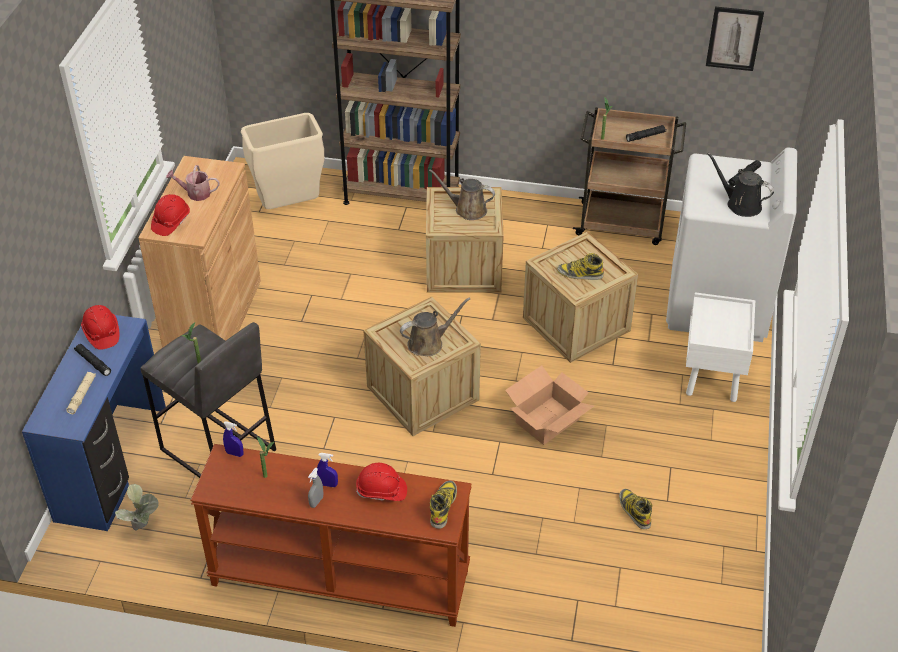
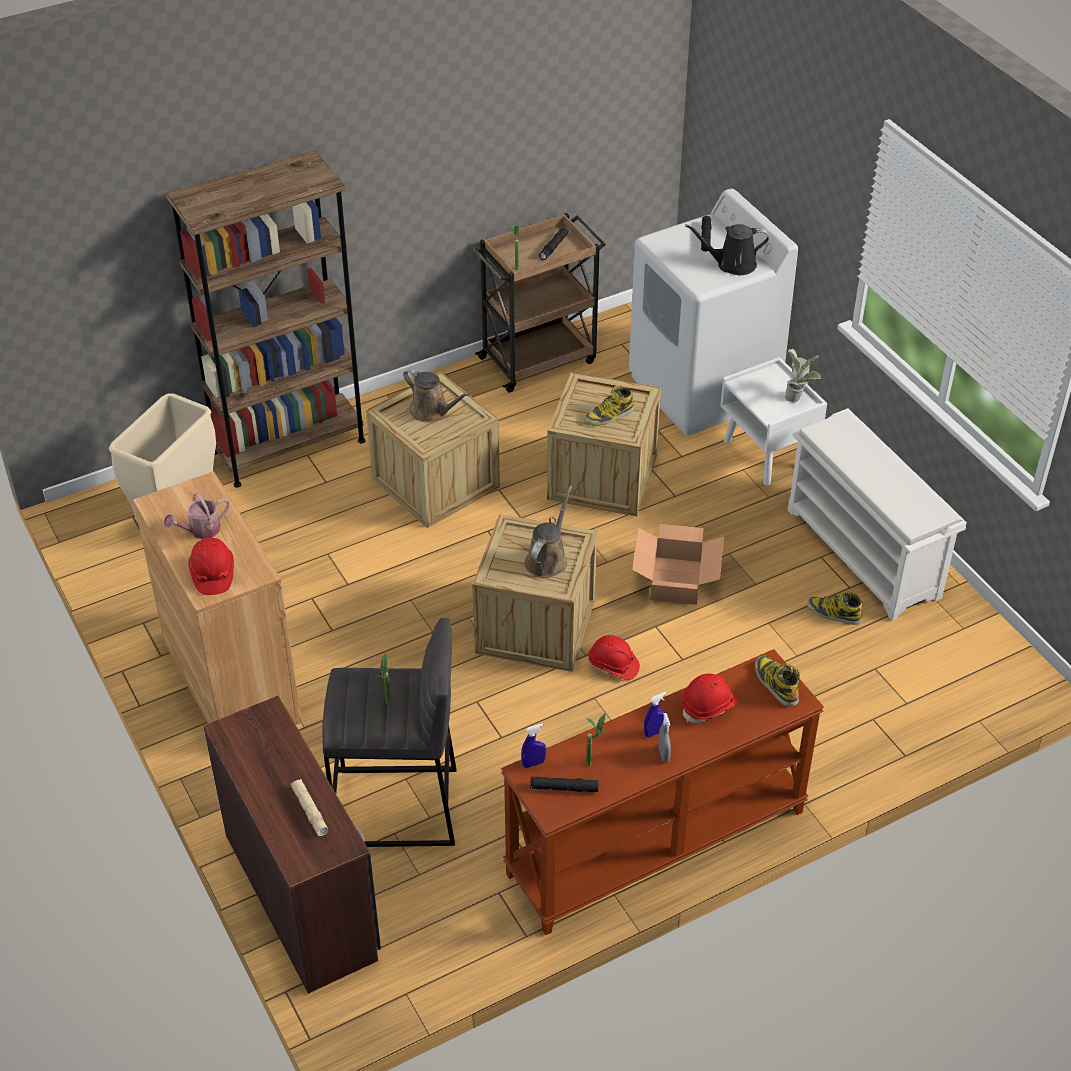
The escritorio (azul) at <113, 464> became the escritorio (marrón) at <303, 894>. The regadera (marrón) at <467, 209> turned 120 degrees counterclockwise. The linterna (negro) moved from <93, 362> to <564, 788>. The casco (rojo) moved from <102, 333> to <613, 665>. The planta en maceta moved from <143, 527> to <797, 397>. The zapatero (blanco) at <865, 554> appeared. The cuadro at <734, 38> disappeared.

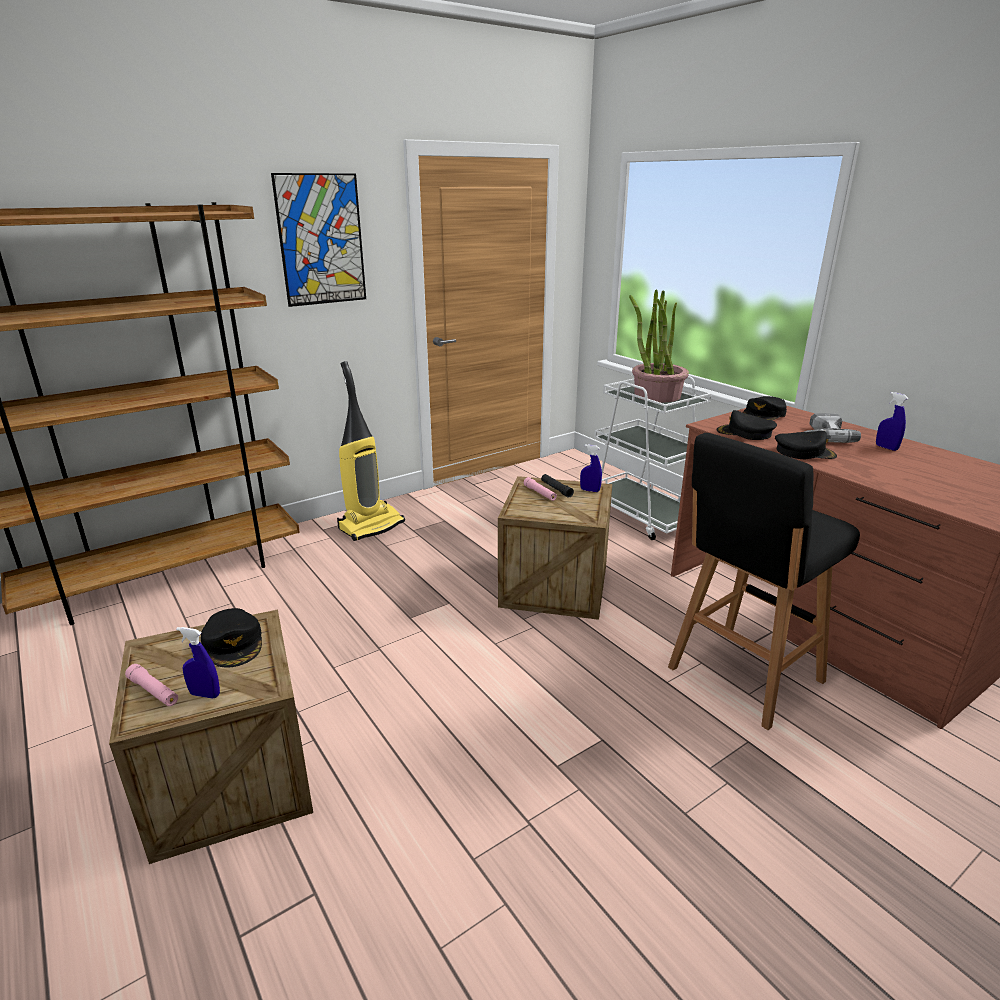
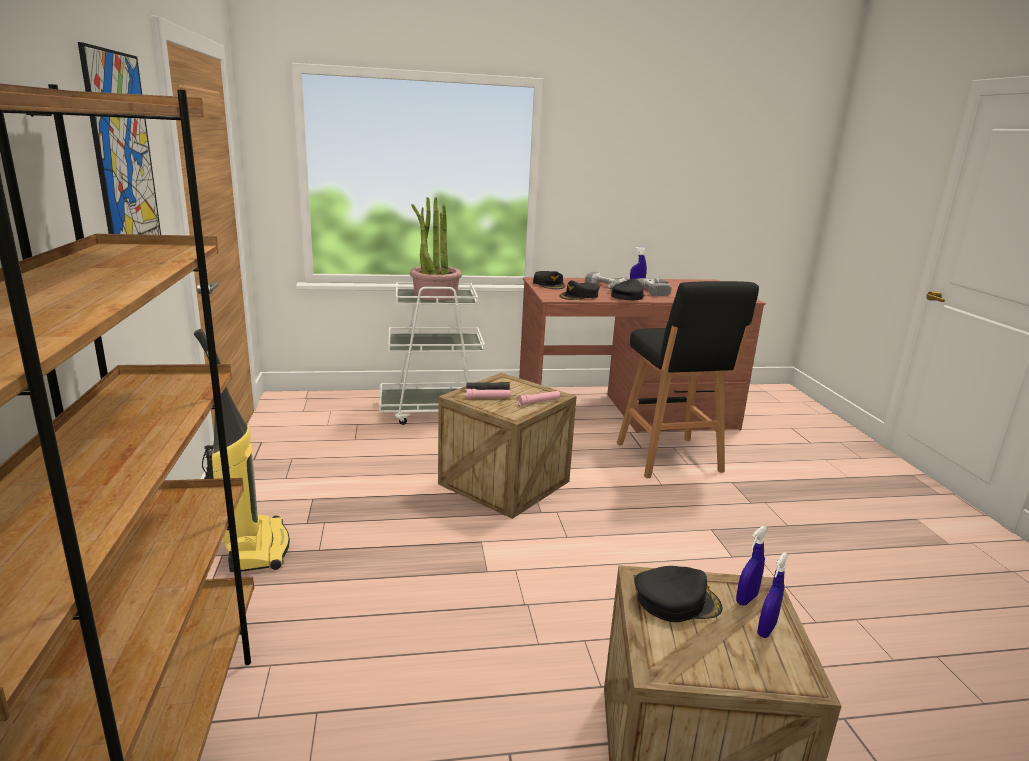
The linterna (rosa) moved from <153, 691> to <539, 402>. The taladro at <657, 291> appeared. The pulverizador (azul) moved from <590, 490> to <746, 599>.

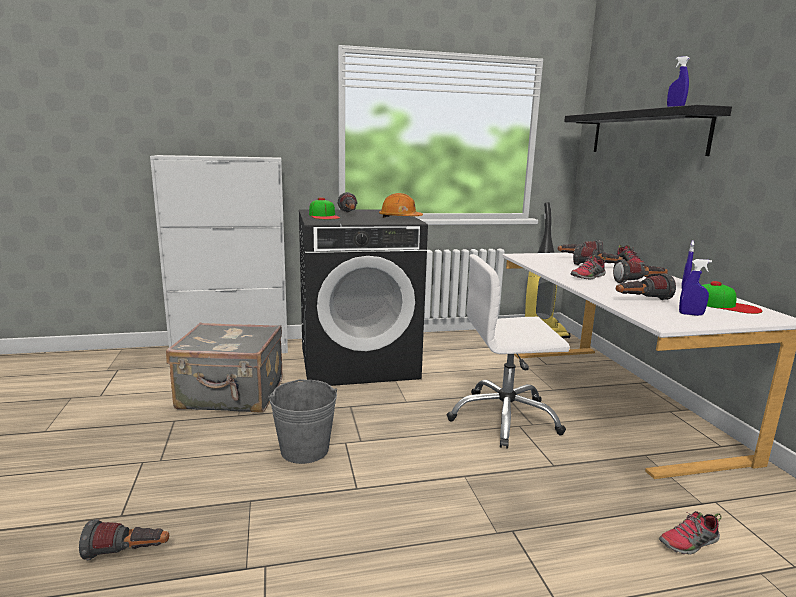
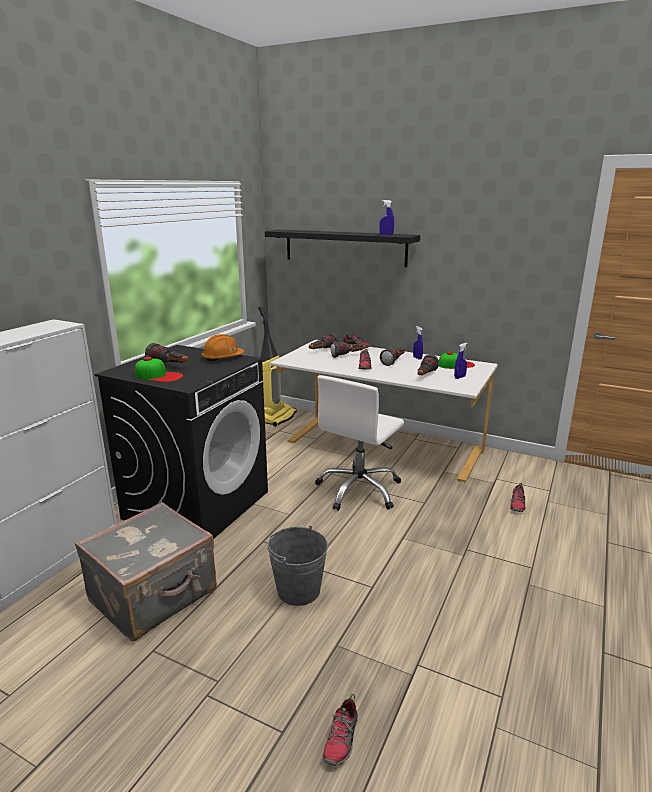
The linterna at <128, 553> was replaced by the zapato at <341, 739>.

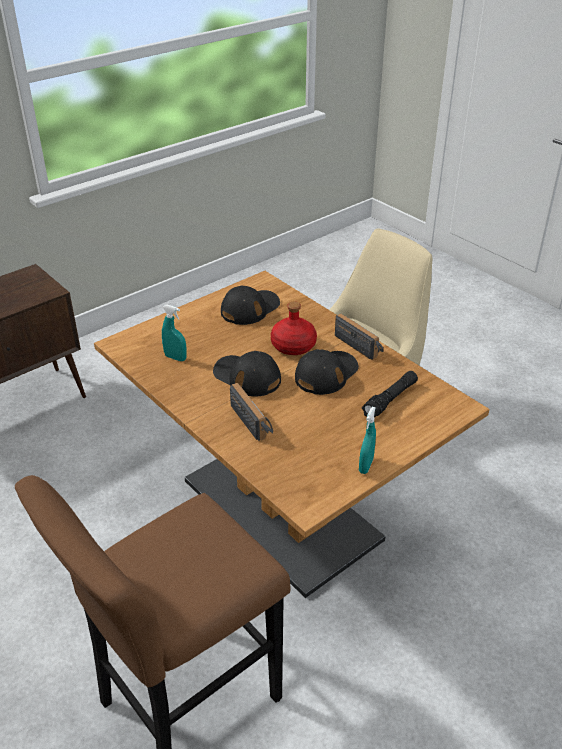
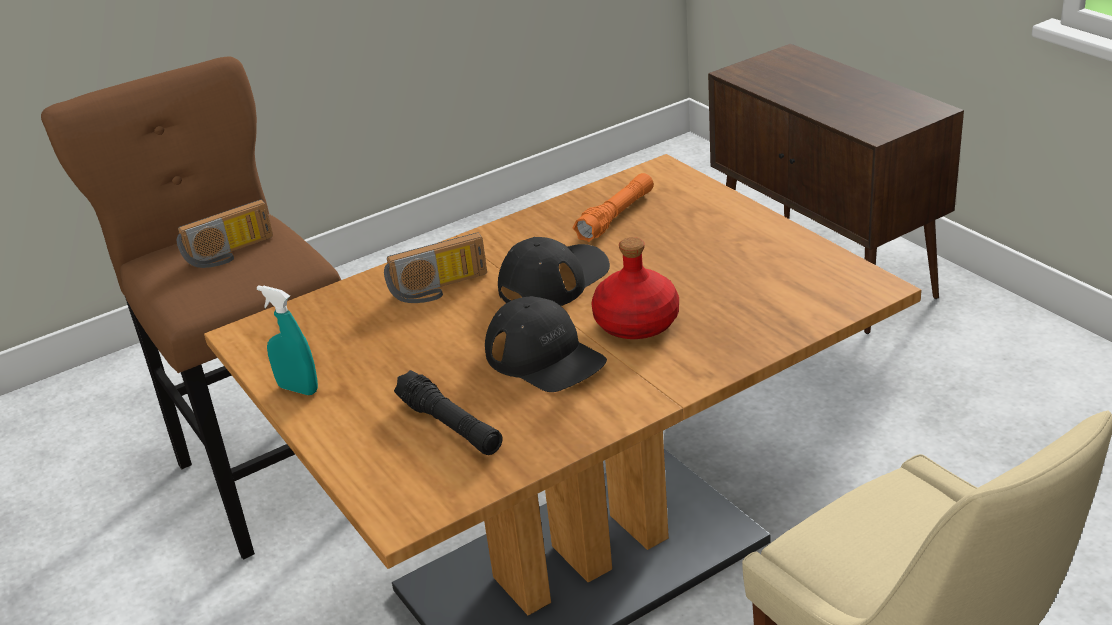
The radio moved from <360, 345> to <230, 254>. The pulverizador (turquesa) at <175, 358> was replaced by the linterna (naranja) at <616, 217>. The gorra (negro) at <250, 308> disappeared.

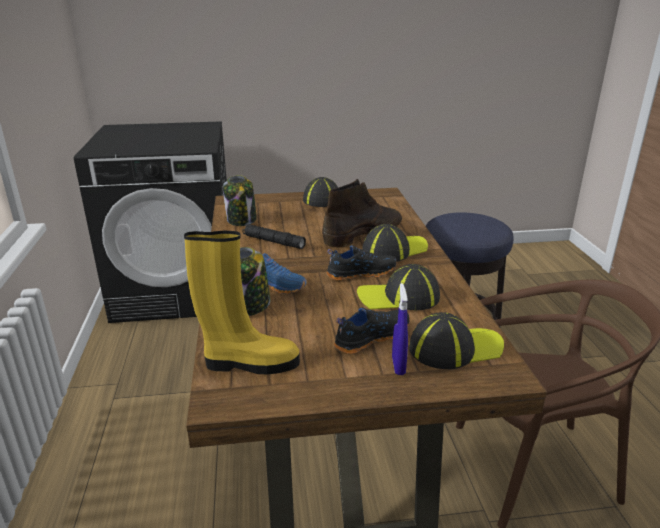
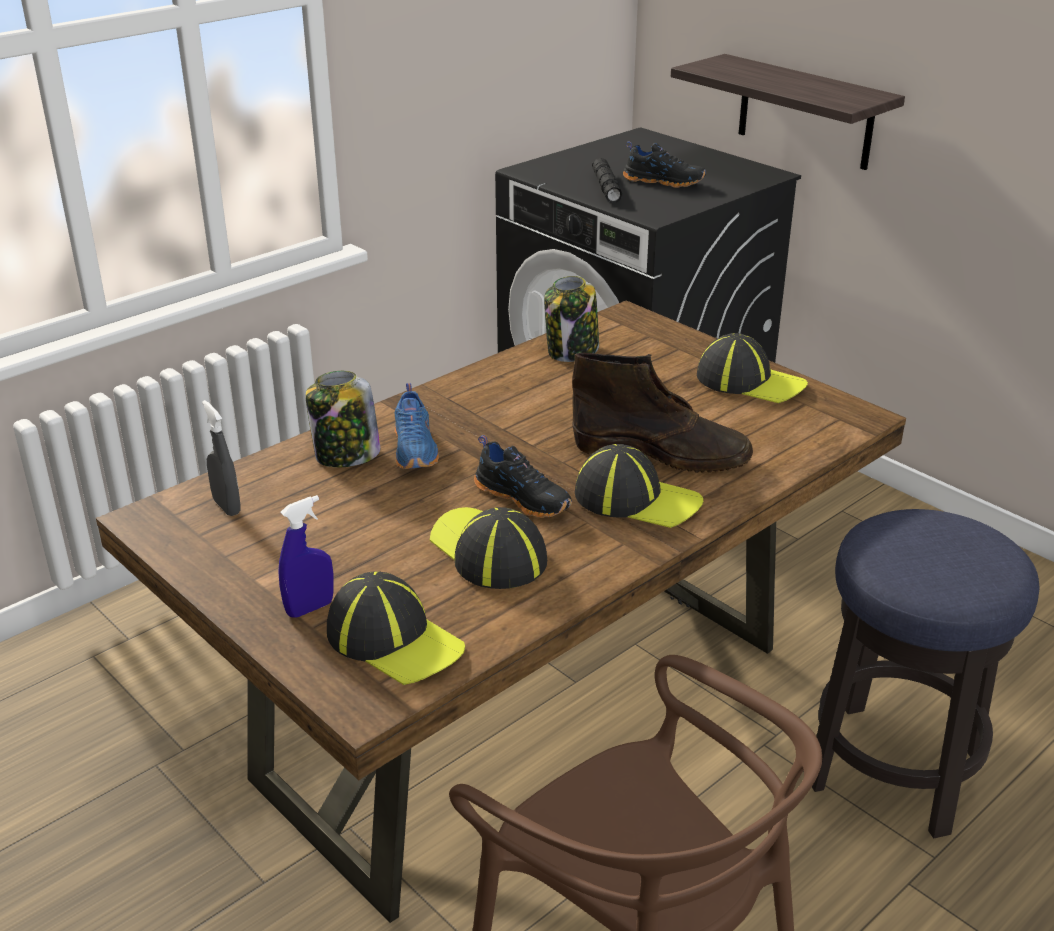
The bota (amarillo) at <249, 363> was replaced by the pulverizador (gris) at <226, 506>. The linterna (negro) moved from <273, 242> to <606, 187>. The zapato (negro) moved from <370, 337> to <664, 181>. The estante at <805, 112> appeared.

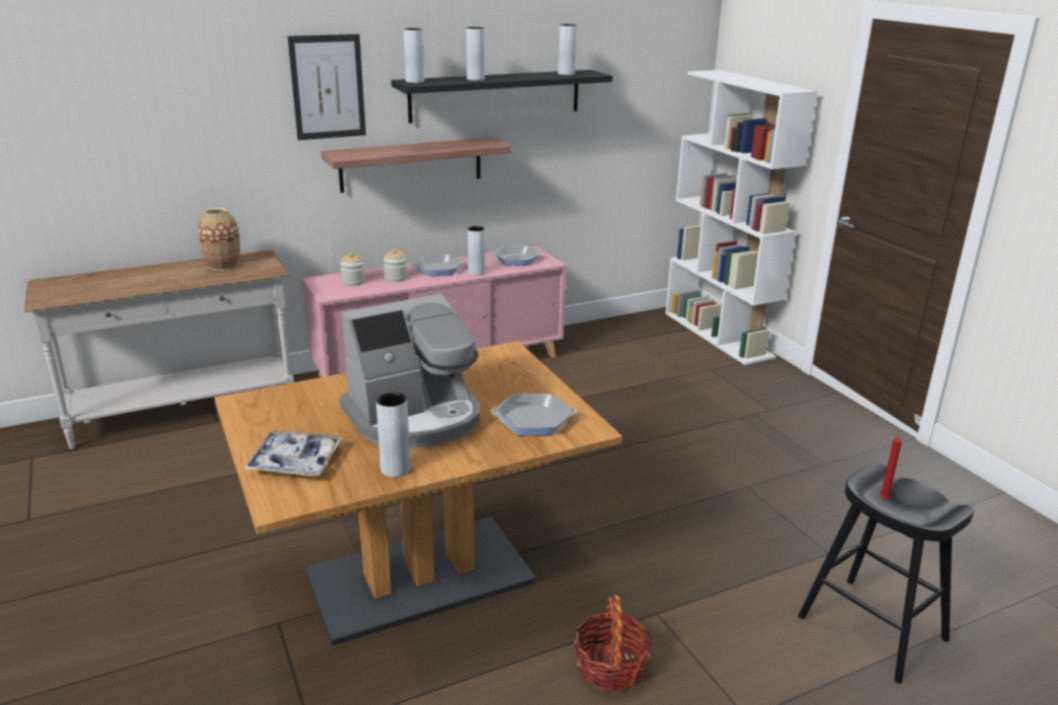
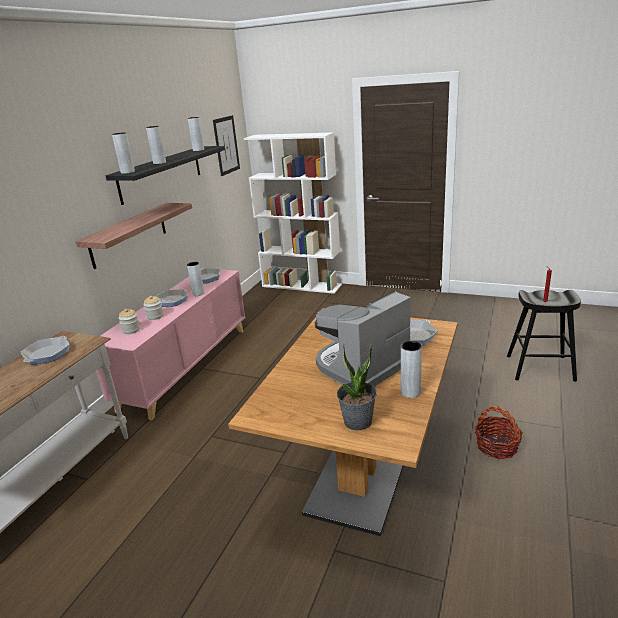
The florero at <223, 265> was replaced by the sartén at <47, 354>. The cuadro moved from <328, 87> to <226, 145>. The cafetera at <415, 417> turned 150 degrees counterclockwise. The bandeja at <295, 461> was replaced by the planta en maceta at <358, 421>.

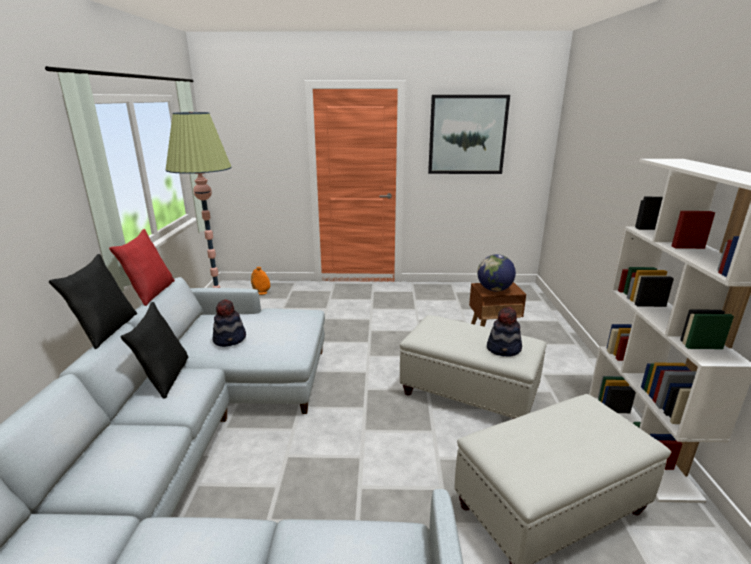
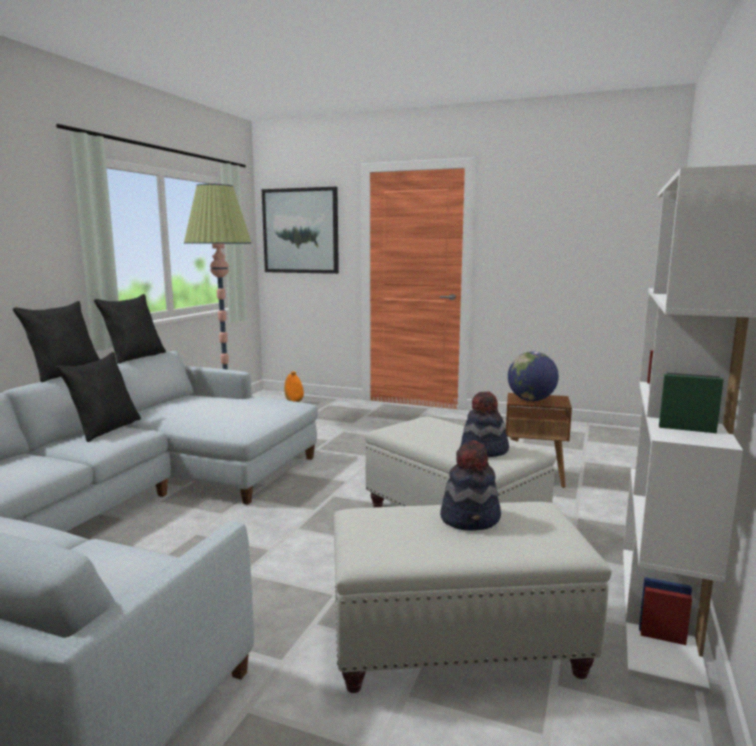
The cojín (rojo) at <151, 293> became the cojín (negro) at <135, 357>. The cuadro moved from <467, 135> to <300, 231>. The sombrero moved from <230, 339> to <471, 518>.

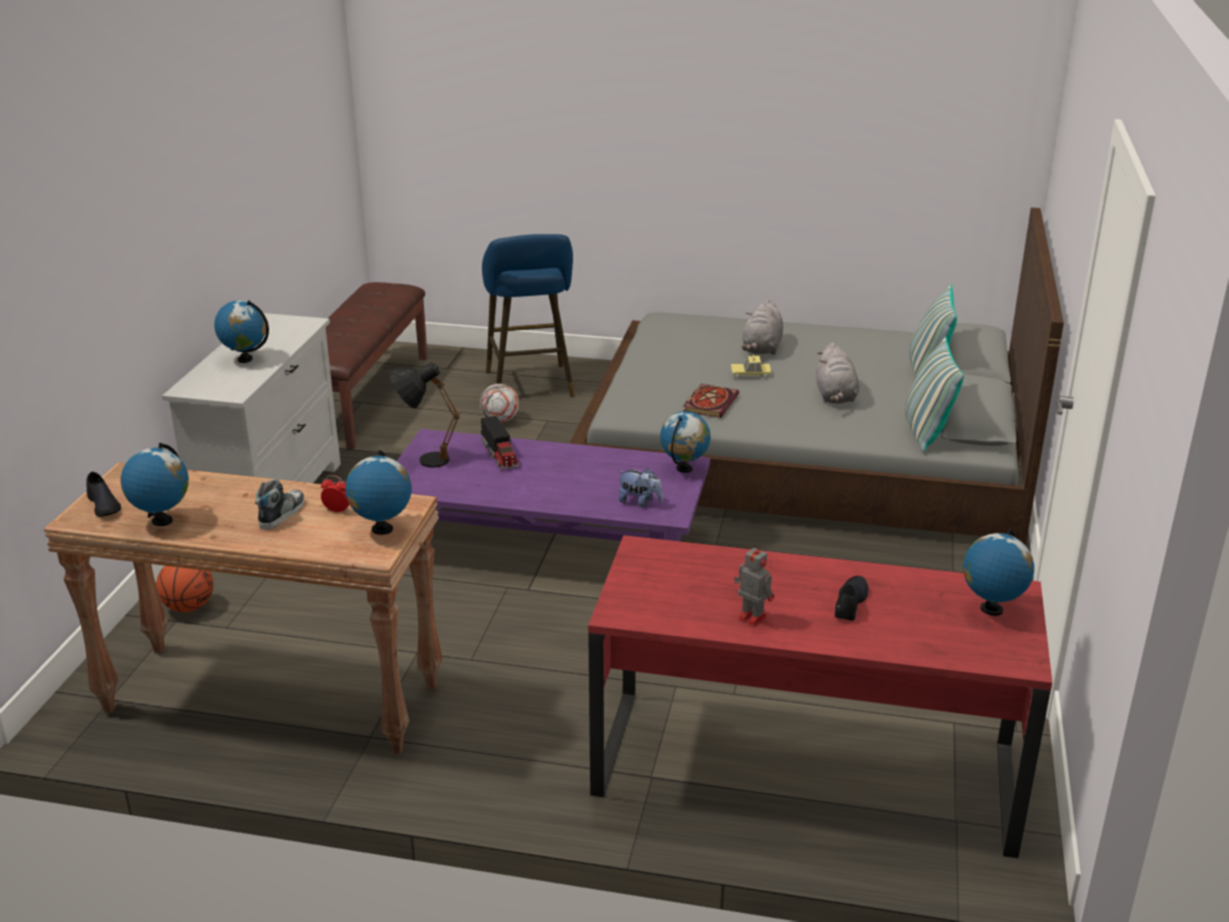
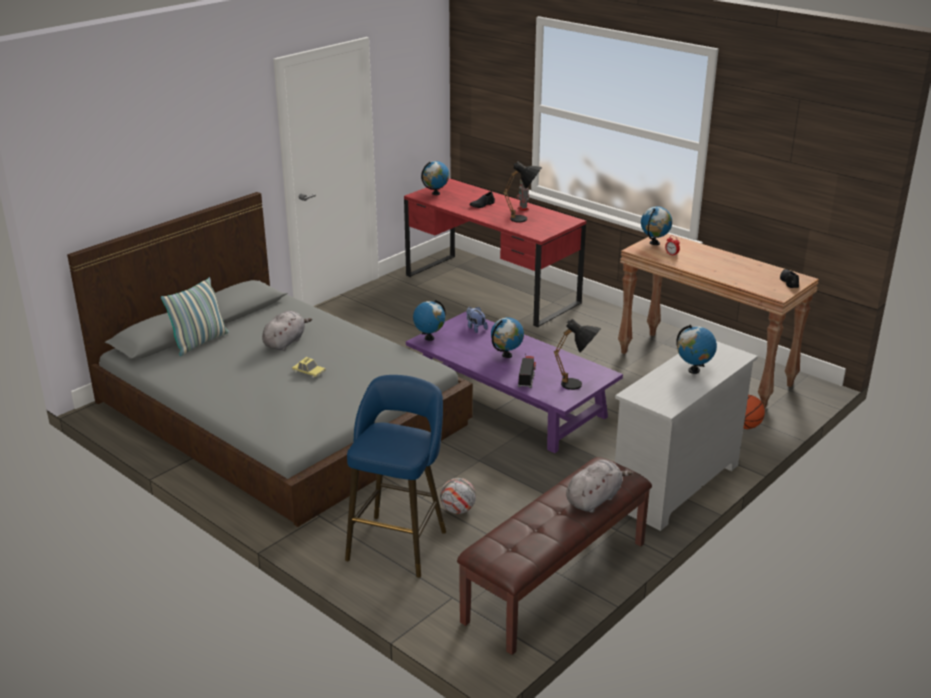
The globo terráqueo moved from <162, 521> to <507, 355>. The lámpara de mesa (negro) at <524, 220> appeared. The peluche (gris) moved from <762, 348> to <594, 499>. The zapato at <282, 513> disappeared. The libro at <710, 403> disappeared. The cojín at <925, 432> disappeared.

